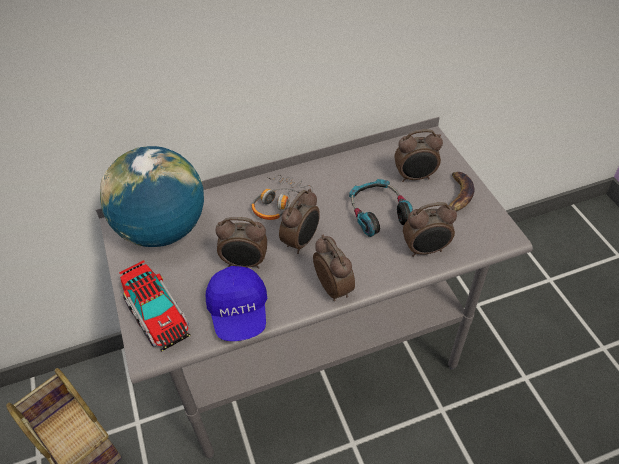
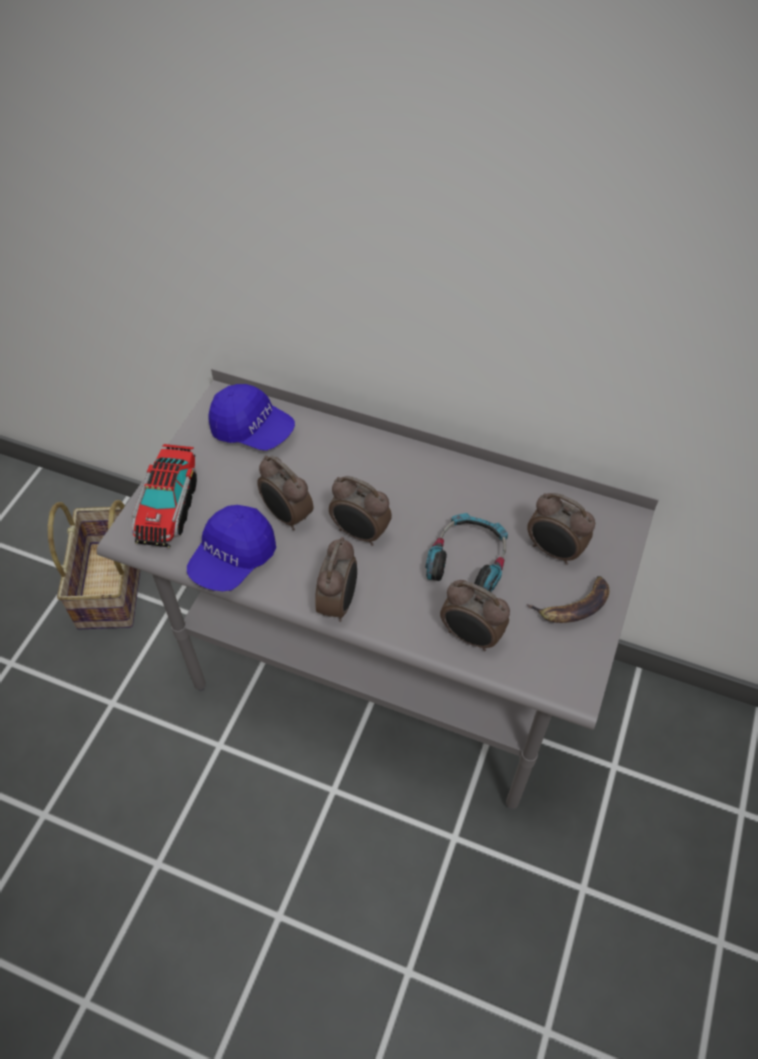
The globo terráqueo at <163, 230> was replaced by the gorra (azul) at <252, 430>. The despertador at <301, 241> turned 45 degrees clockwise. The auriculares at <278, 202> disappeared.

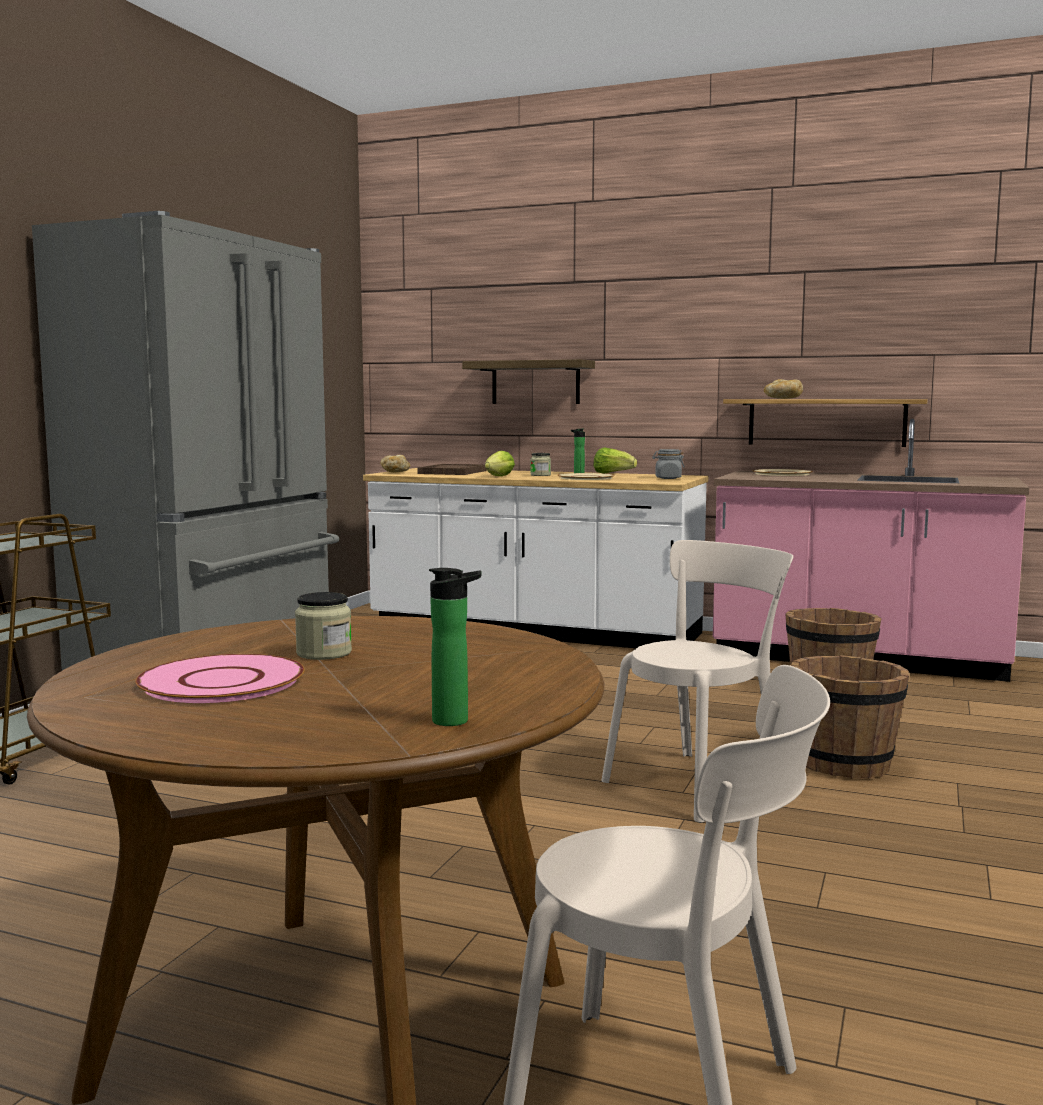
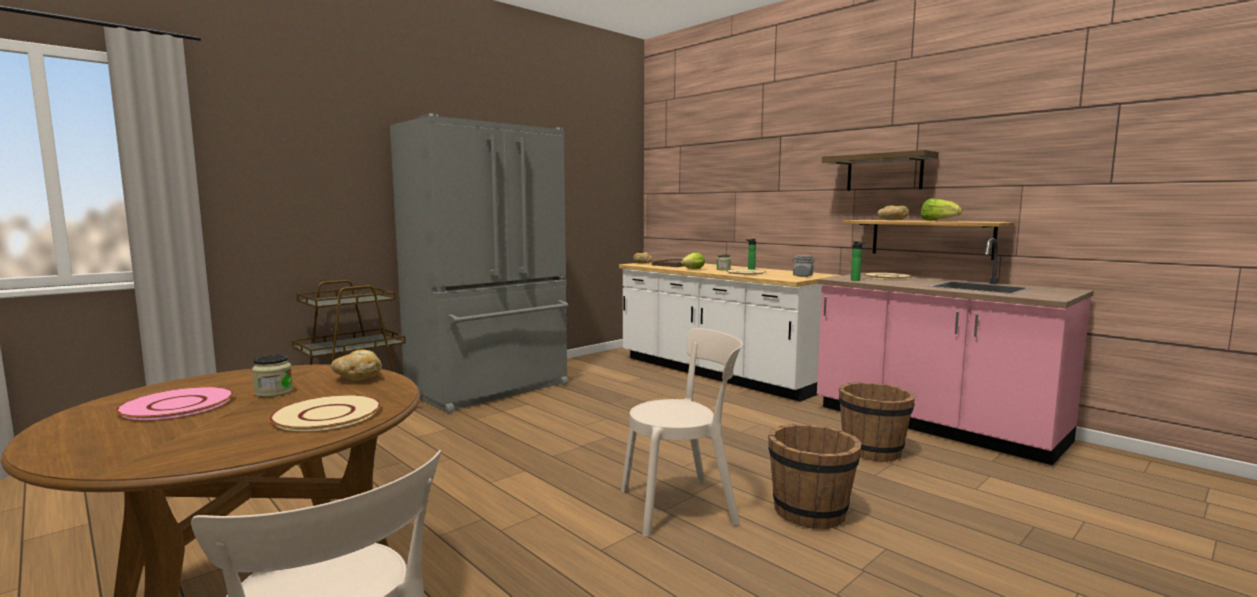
The plato (beis) at <328, 415> appeared. The pan at <358, 378> appeared. The estante moved from <535, 382> to <884, 172>. The botella moved from <456, 721> to <857, 280>. The lechuga moved from <613, 473> to <938, 221>.

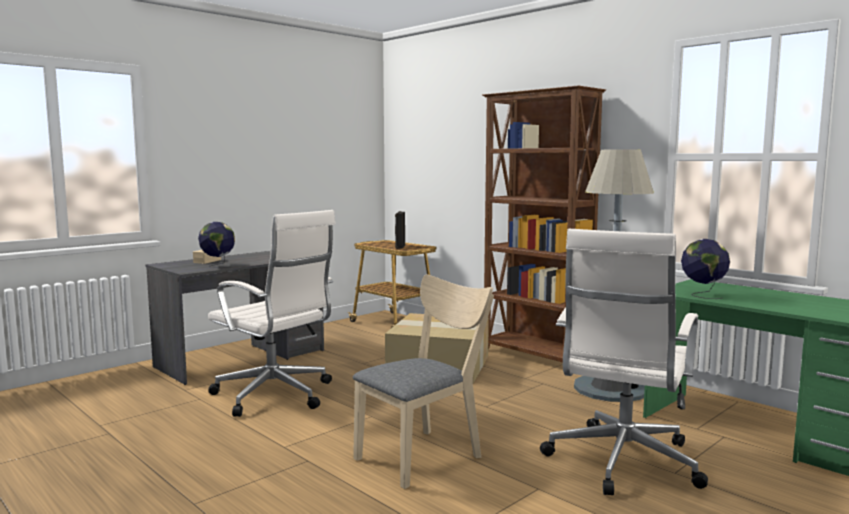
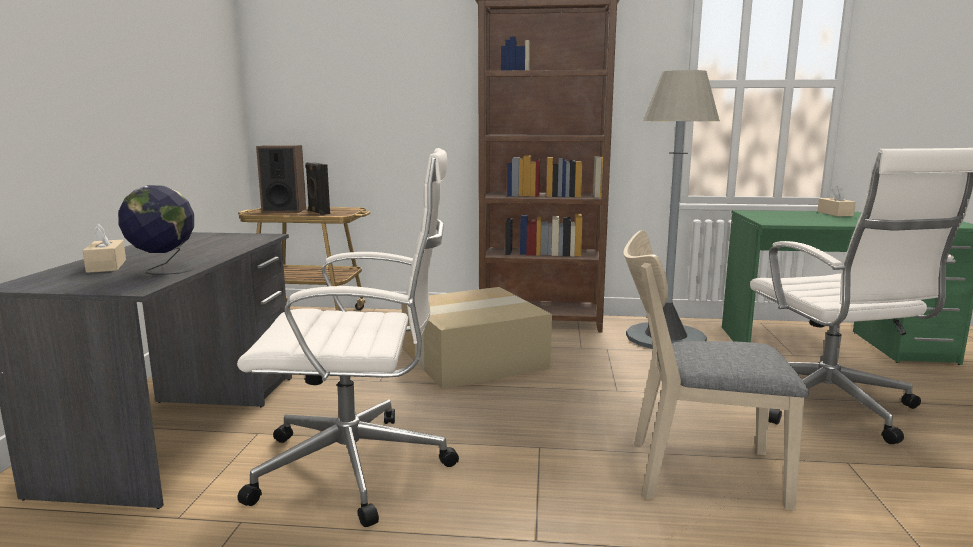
The altavoz at <284, 210> appeared. The silla (beis) at <425, 454> turned 90 degrees counterclockwise. The caja de pañuelos (beis) at <835, 214> appeared. The globo terráqueo at <703, 295> disappeared.

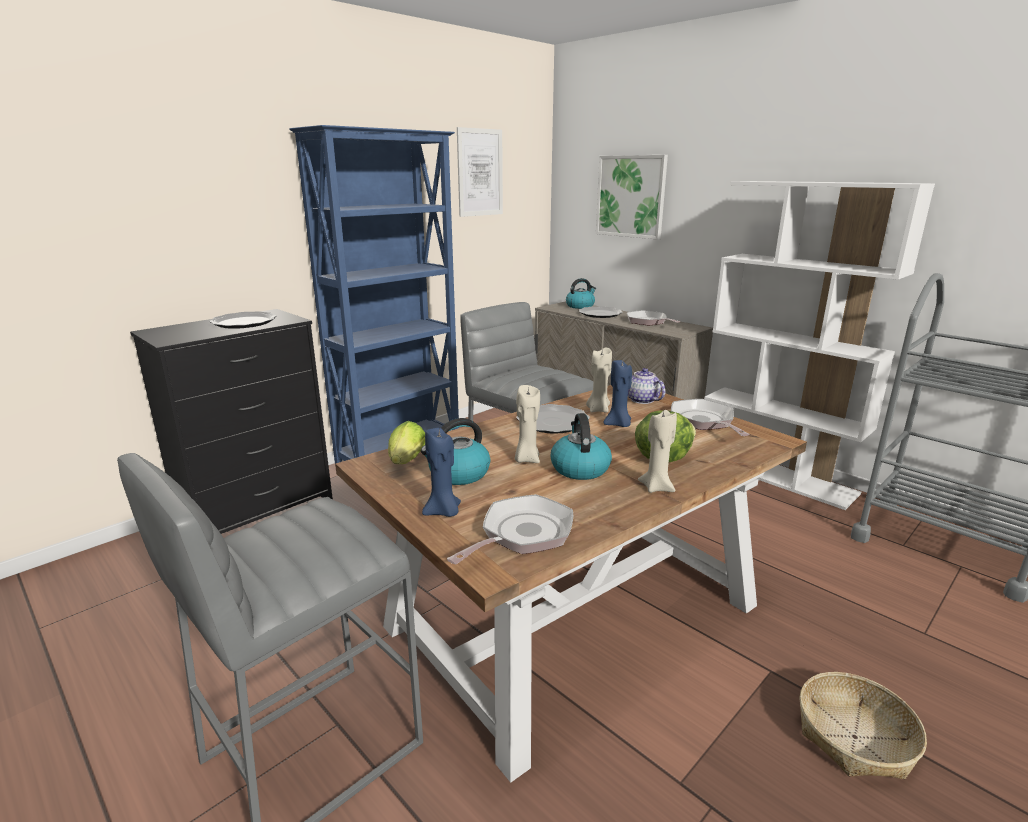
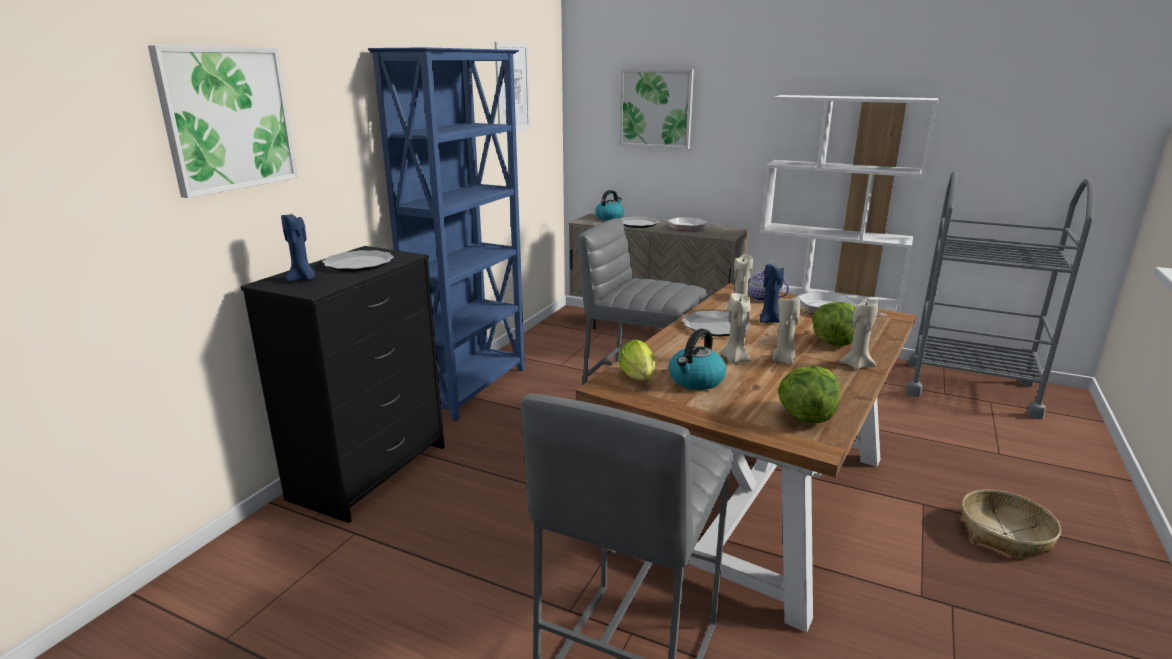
The cuadro at <228, 119> appeared. The vela (azul) moved from <443, 512> to <303, 279>. The hervidor at <579, 468> was replaced by the vela (beis) at <783, 360>. The sartén at <522, 535> was replaced by the lechuga at <806, 417>.

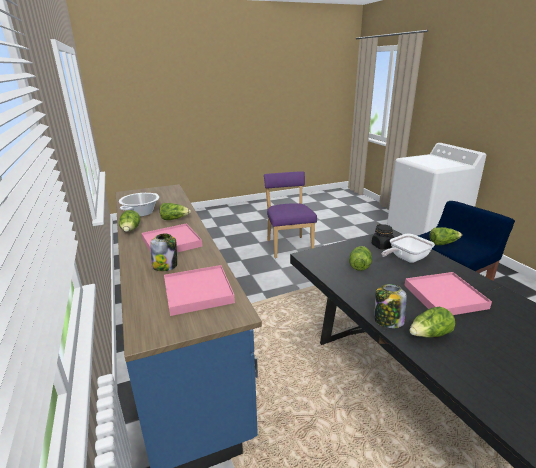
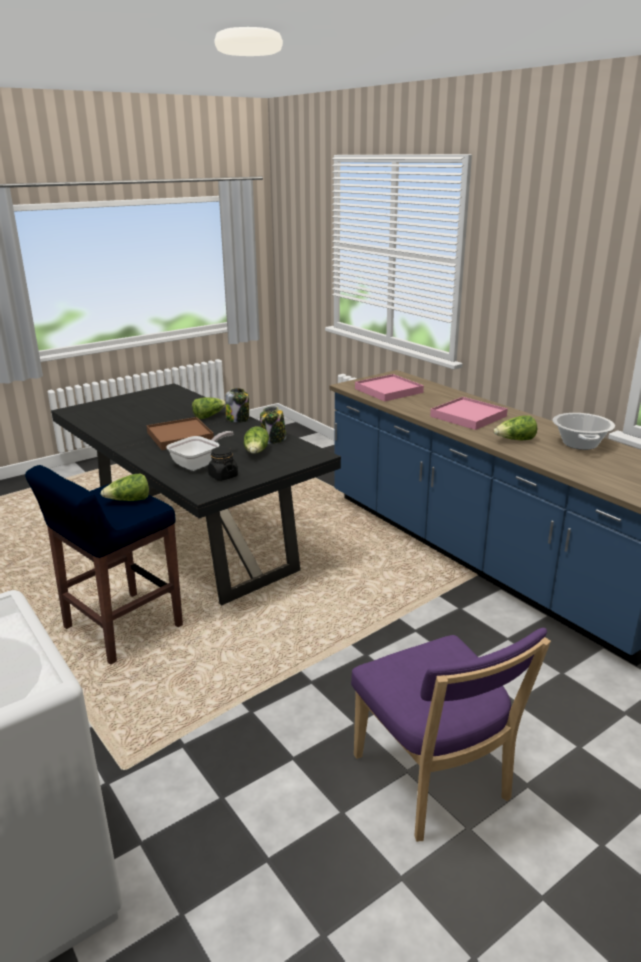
The bandeja (rosa) at <444, 296> became the bandeja (marrón) at <180, 436>. The tarro moved from <165, 266> to <274, 440>. The lechuga at <131, 230> disappeared.

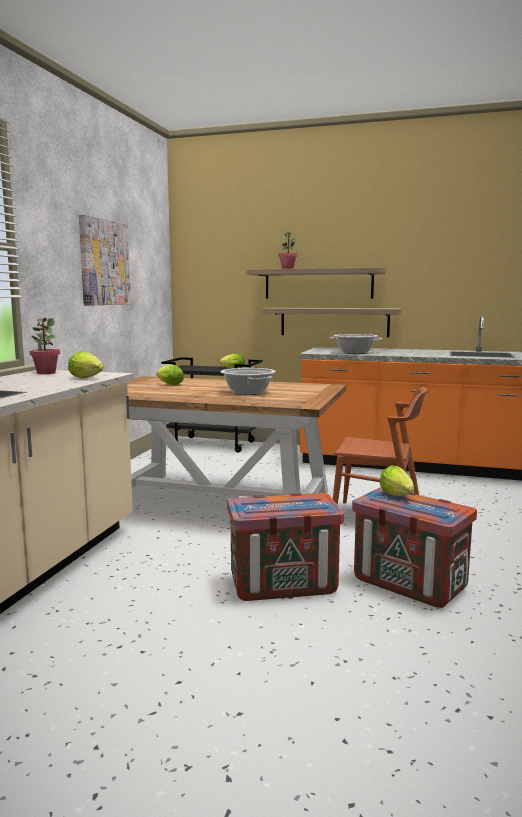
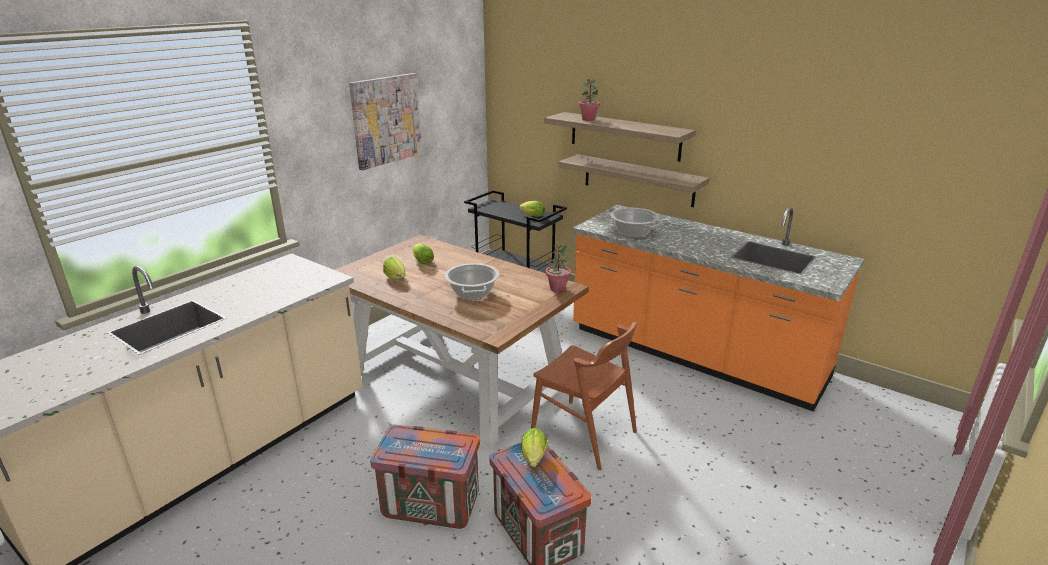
The lechuga moved from <88, 378> to <396, 279>. The planta en maceta moved from <46, 373> to <557, 288>.

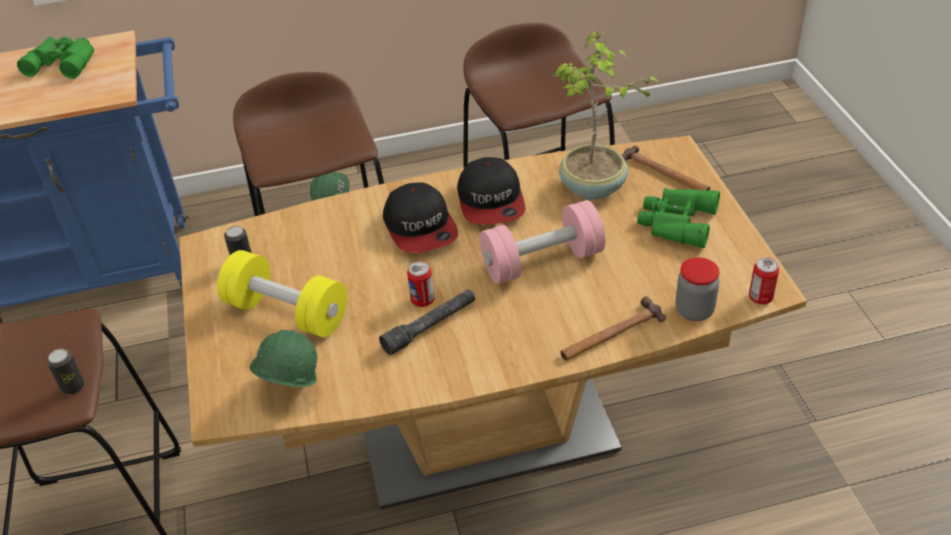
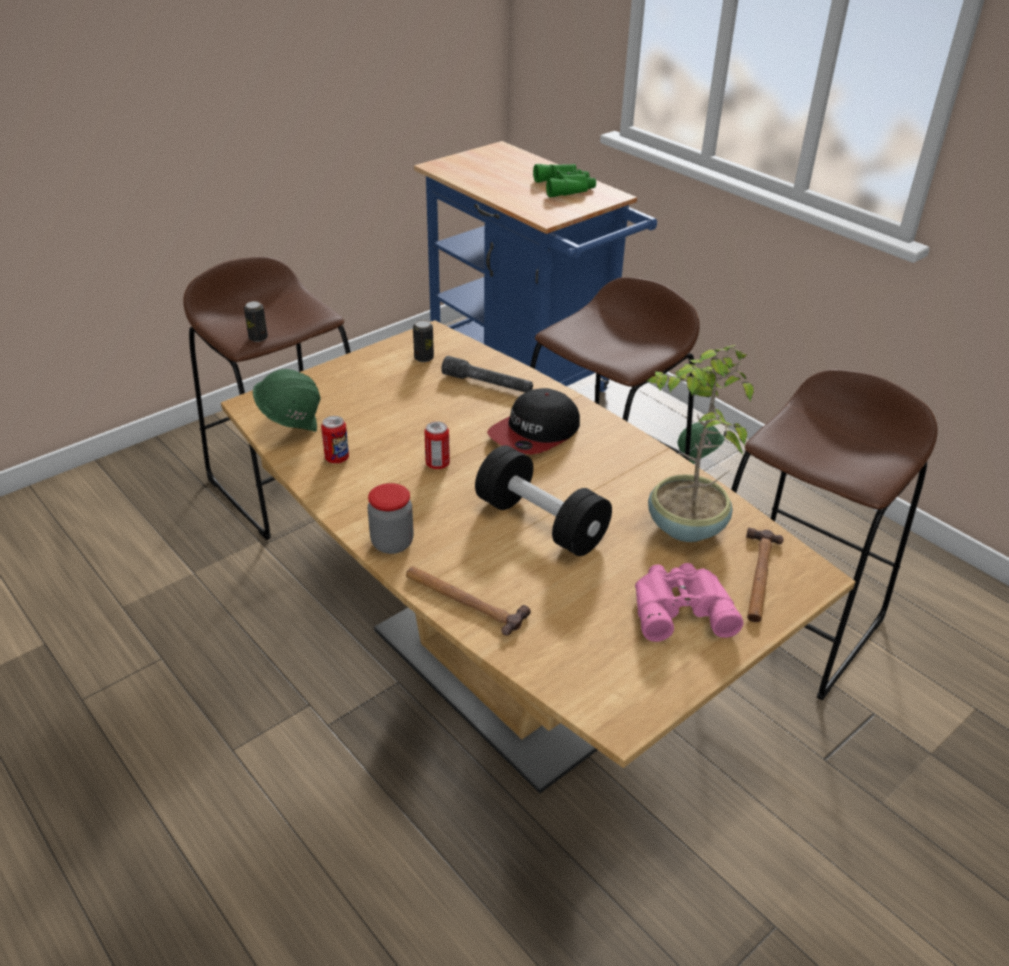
The lata moved from <760, 297> to <337, 458>. The tarro moved from <694, 310> to <392, 543>. The linterna (gris) moved from <430, 327> to <487, 384>. The mancuerna (rosa) at <542, 261> became the mancuerna (negro) at <541, 522>. The prismáticos (verde) at <675, 222> became the prismáticos (rosa) at <679, 607>. The mancuerna (amarillo) at <287, 312> disappeared. The gorra at <491, 201> disappeared.

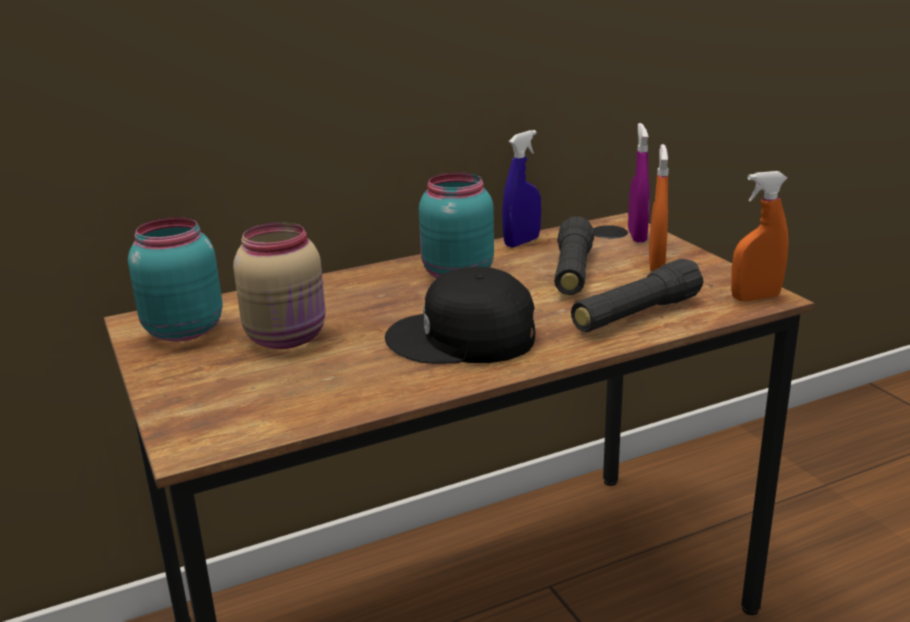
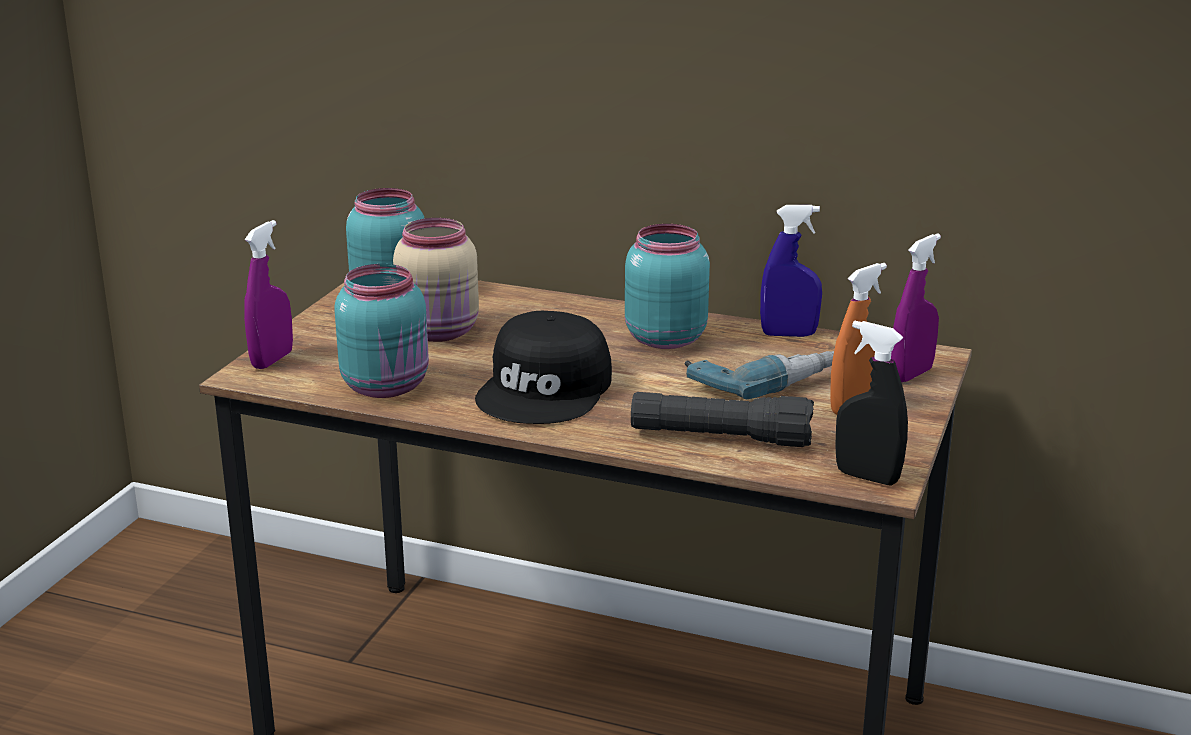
The pulverizador (morado) at <272, 360> appeared. The tarro (turquesa) at <388, 386> appeared. The gorra (negro) at <463, 338> turned 120 degrees counterclockwise. The linterna (negro) at <572, 272> was replaced by the taladro at <762, 380>. The pulverizador (naranja) at <755, 297> became the pulverizador (negro) at <867, 477>.

